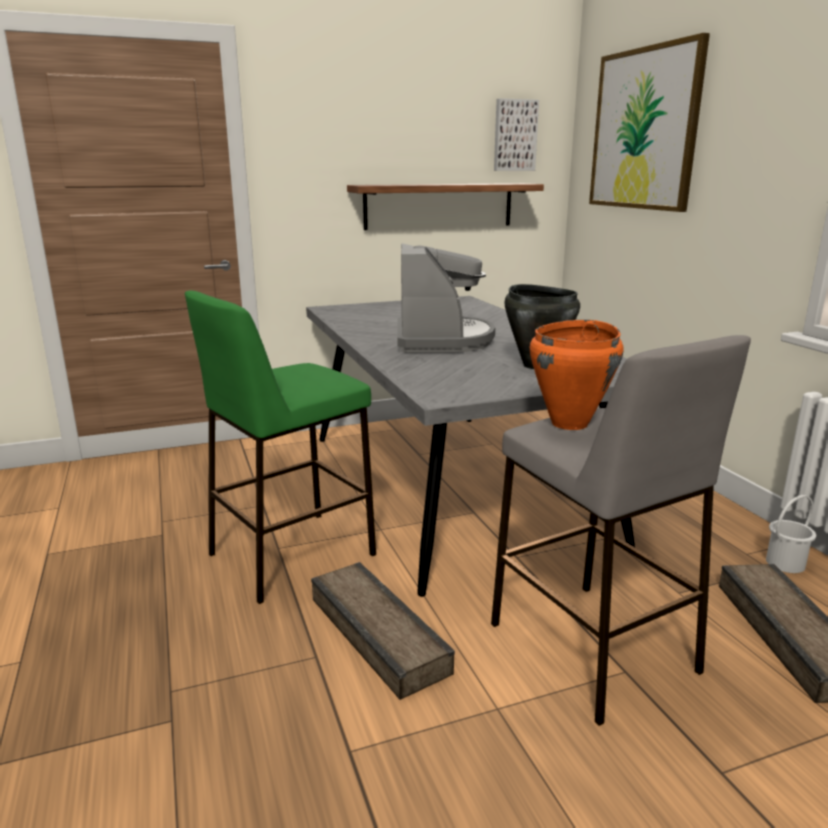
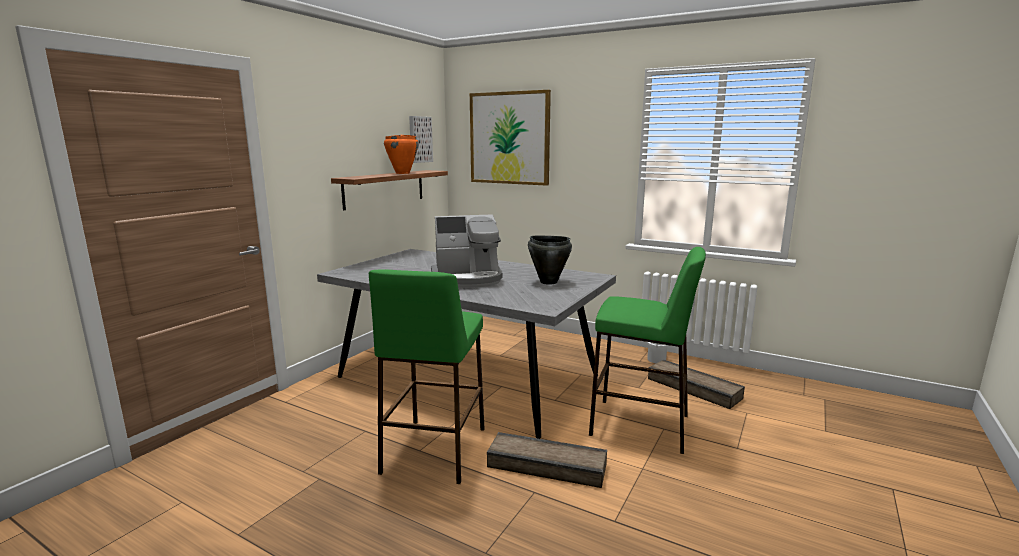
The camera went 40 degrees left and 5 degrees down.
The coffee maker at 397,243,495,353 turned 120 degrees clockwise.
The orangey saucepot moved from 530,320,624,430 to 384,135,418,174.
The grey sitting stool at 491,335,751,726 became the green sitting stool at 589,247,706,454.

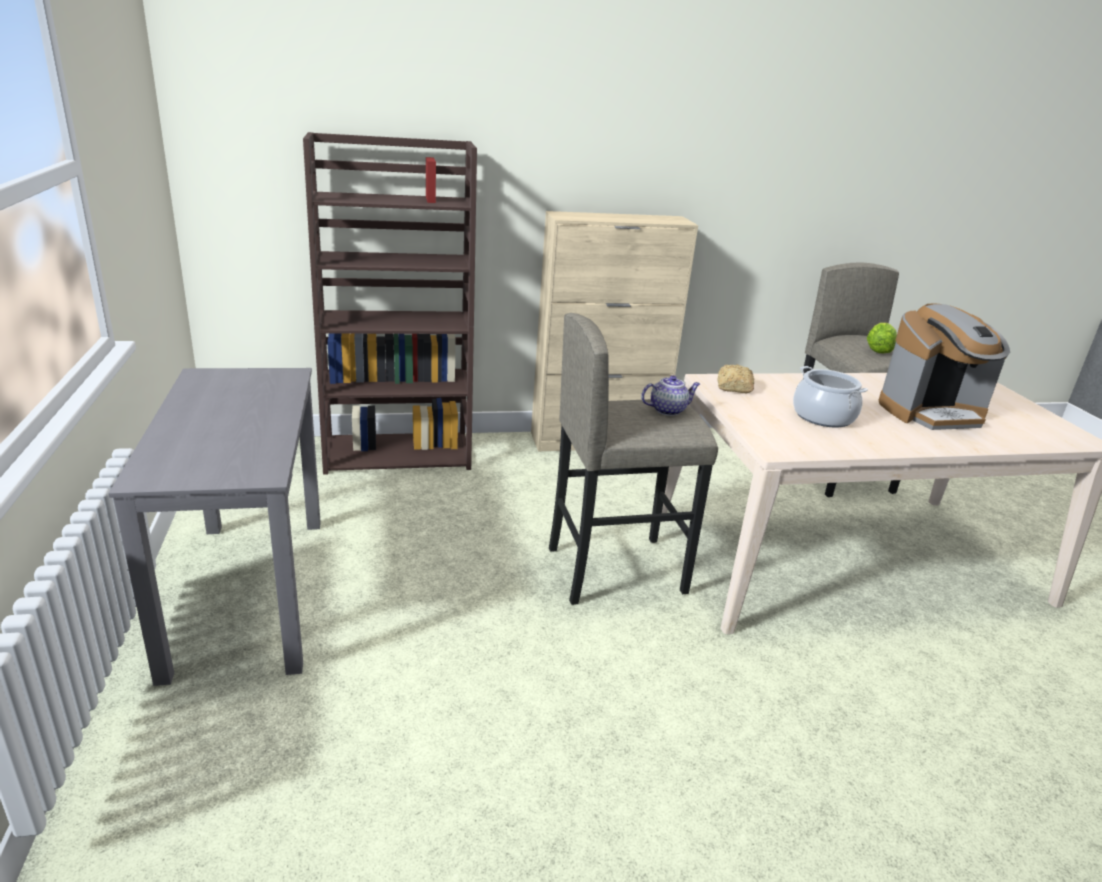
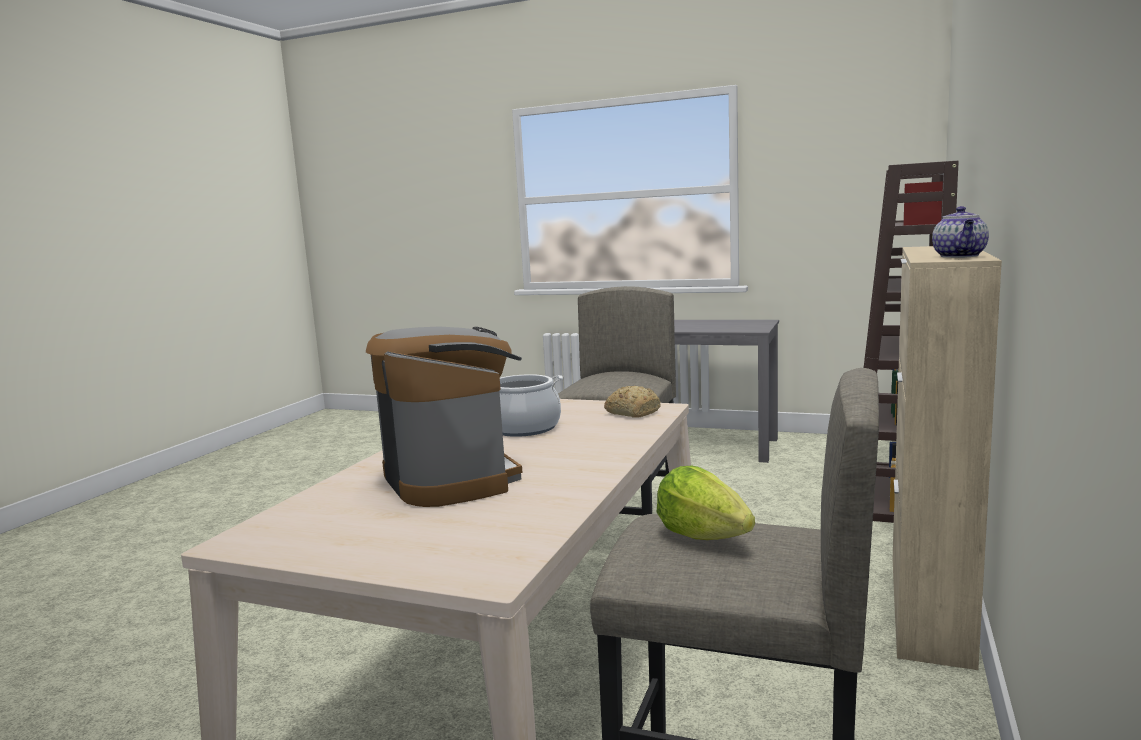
The camera went 125 degrees right and 15 degrees down.
The coffee maker at 879,304,1010,430 turned 135 degrees clockwise.
The pot for tea moved from 641,375,700,416 to 932,206,989,258.

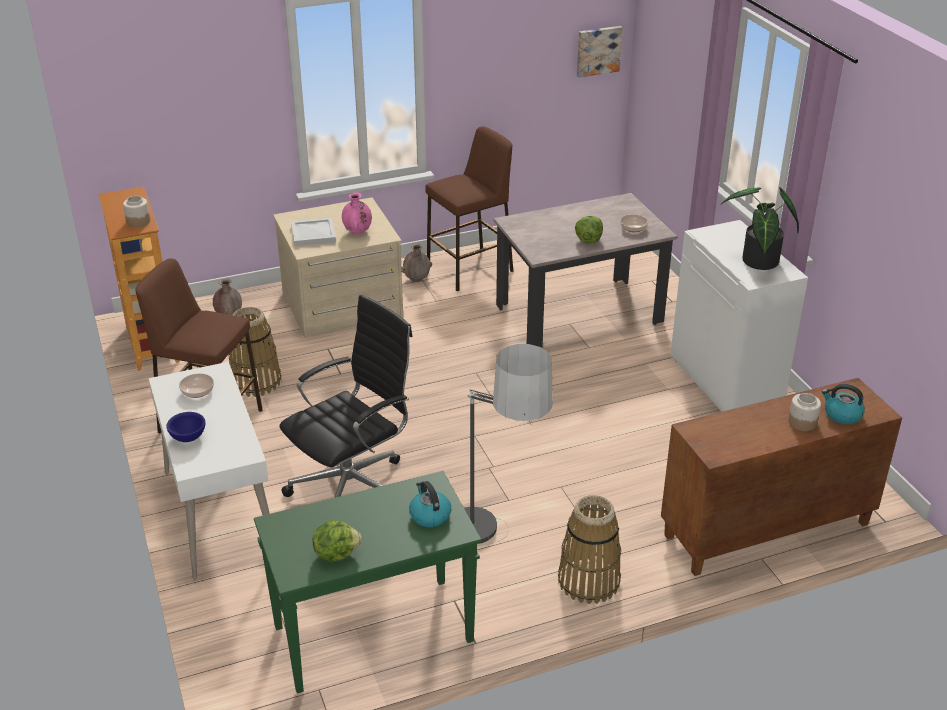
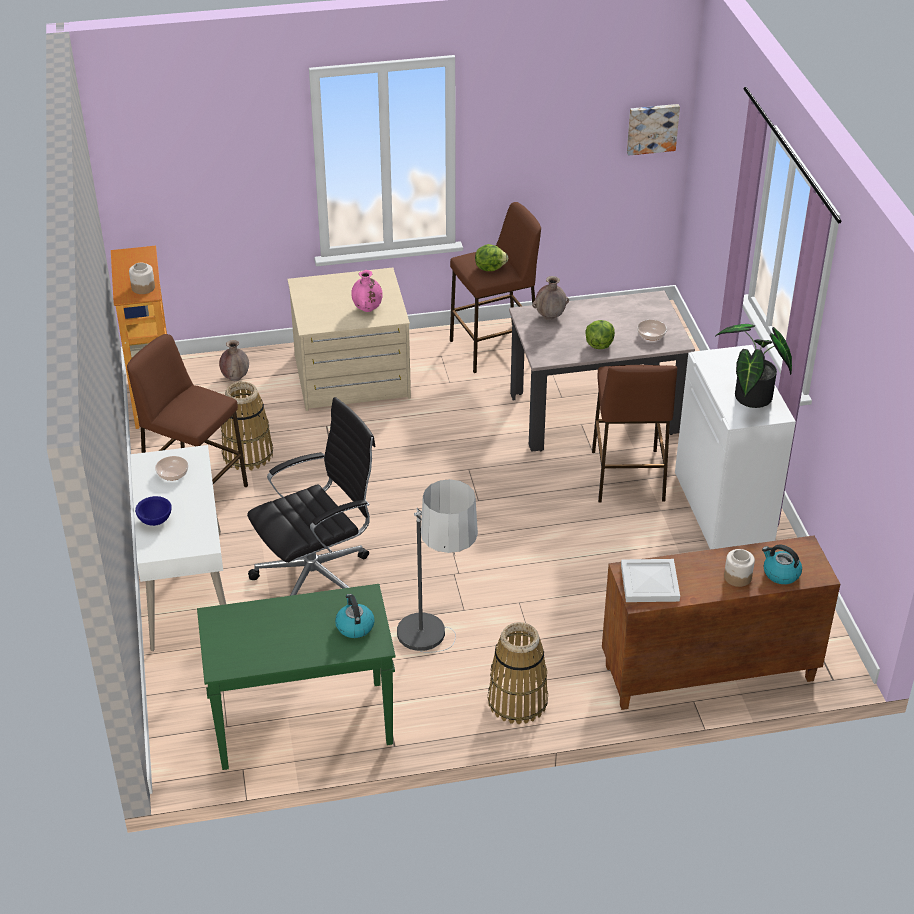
The camera went 10 degrees right and 5 degrees up.
The whitish serving tray moved from 291,218,336,246 to 621,559,680,602.
The brown-coloured vase moved from 401,243,432,282 to 532,276,569,320.
The lettuce head moved from 313,520,362,562 to 475,244,508,271.
The brown-coloured sitting stool at 592,365,677,502 appeared.

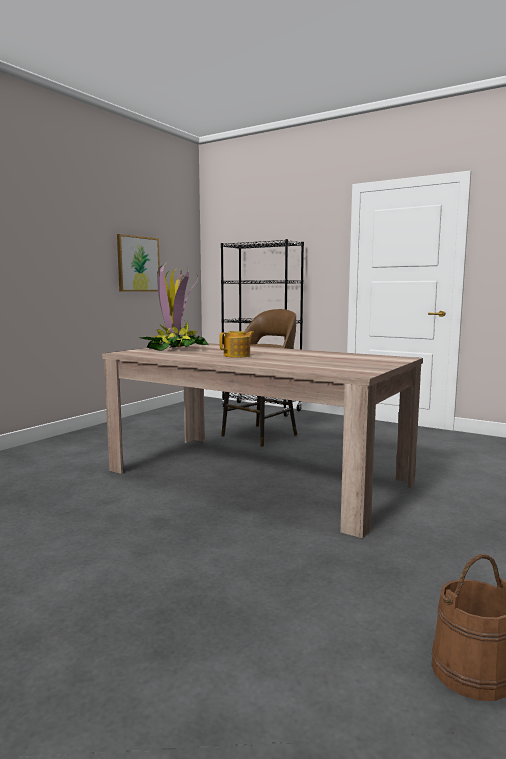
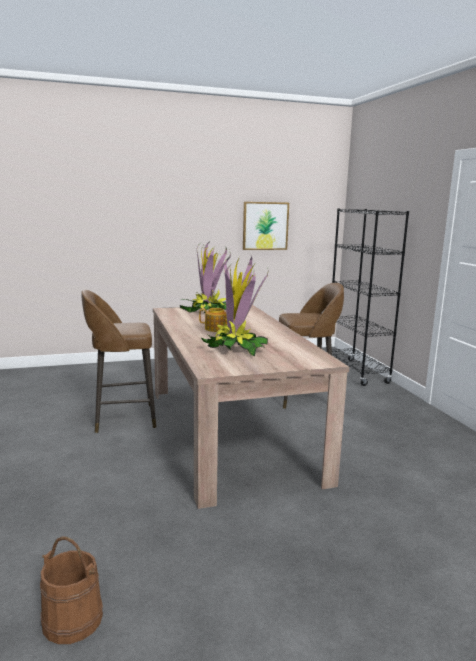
The camera went 40 degrees right and 5 degrees up.
The houseplant at 201,256,268,356 appeared.
The brown-coloured sitting stool at 81,290,156,433 appeared.

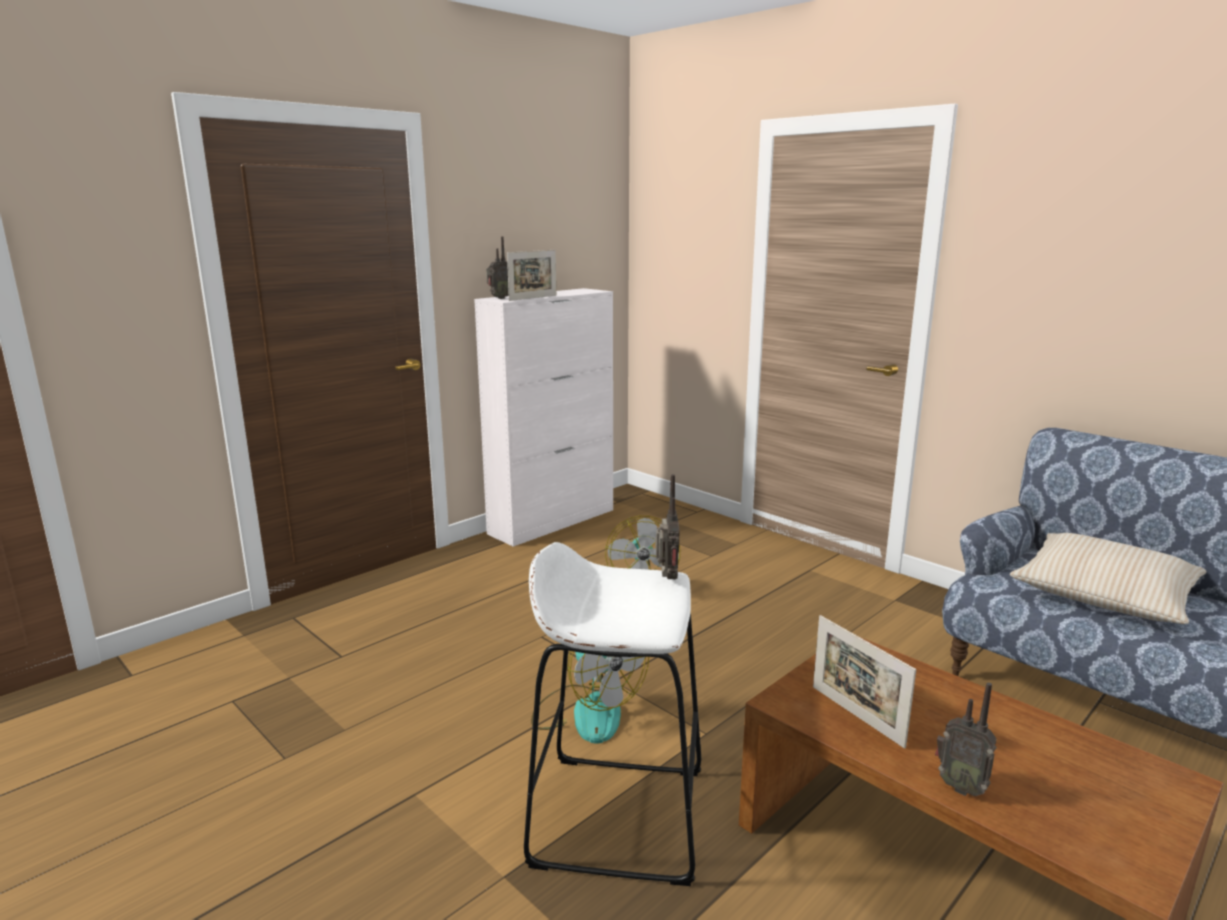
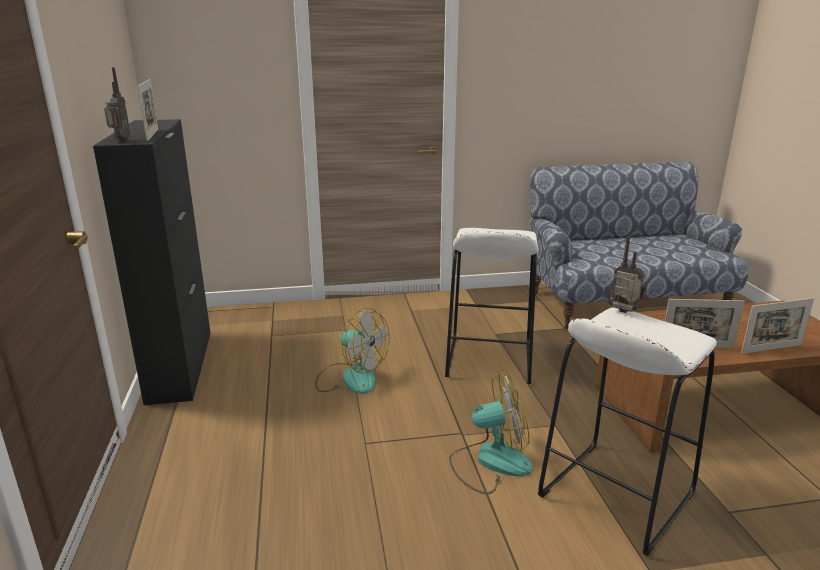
The camera went 55 degrees left and 5 degrees up.
The whitish cupboard at 474,288,613,547 became the blackish cupboard at 93,119,211,405.
The sand-coloured cushion at 1010,533,1207,624 disappeared.
The radio set at 935,683,997,796 was replaced by the picture frame at 741,298,814,354.
The whitish sitting stool at 445,228,539,384 appeared.

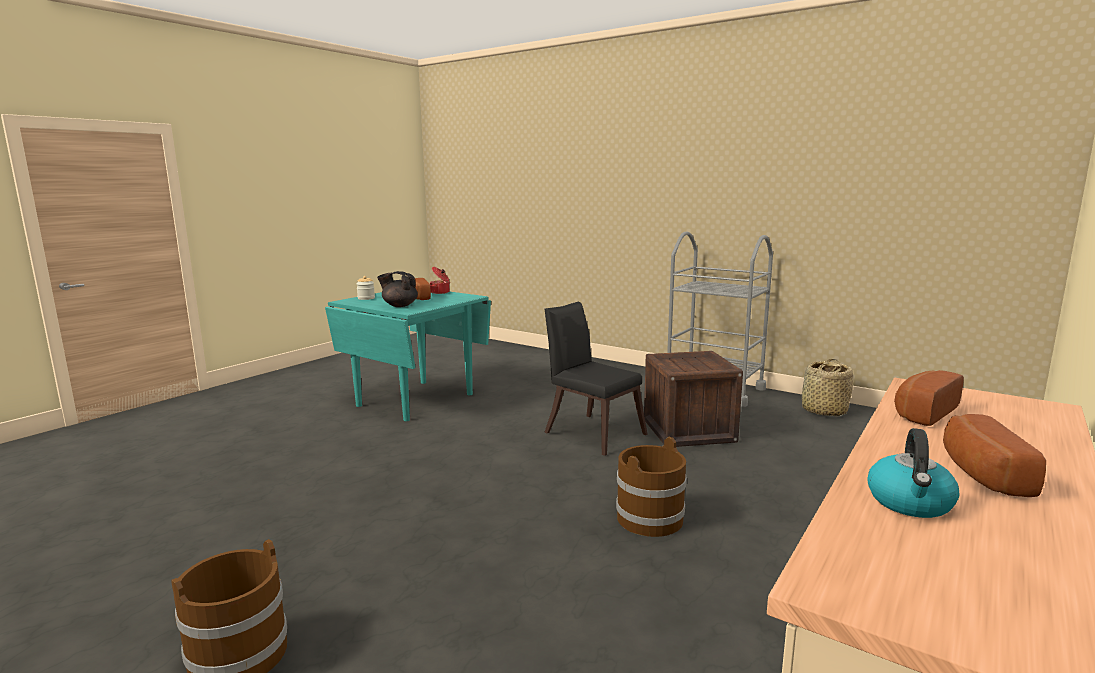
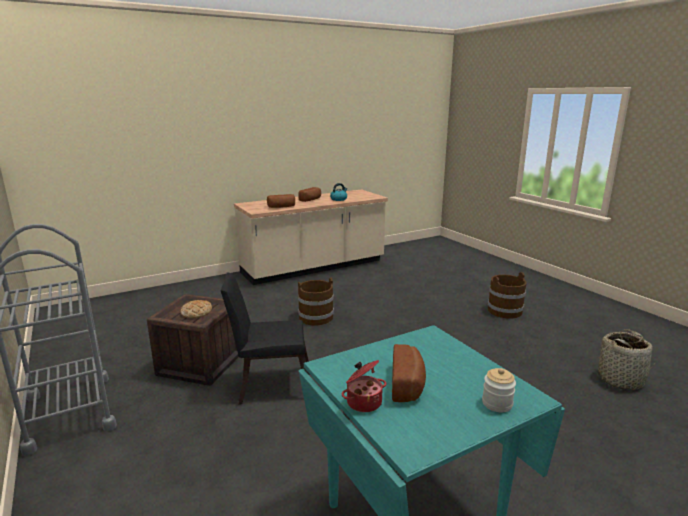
The camera went 155 degrees left and 5 degrees up.
The blackish pot for tea at 377,271,418,307 disappeared.
The blackish plain chair at 544,302,648,456 turned 105 degrees clockwise.
The storage basket moved from 802,359,853,416 to 597,329,653,390.
The bakery bread at 180,300,212,318 appeared.

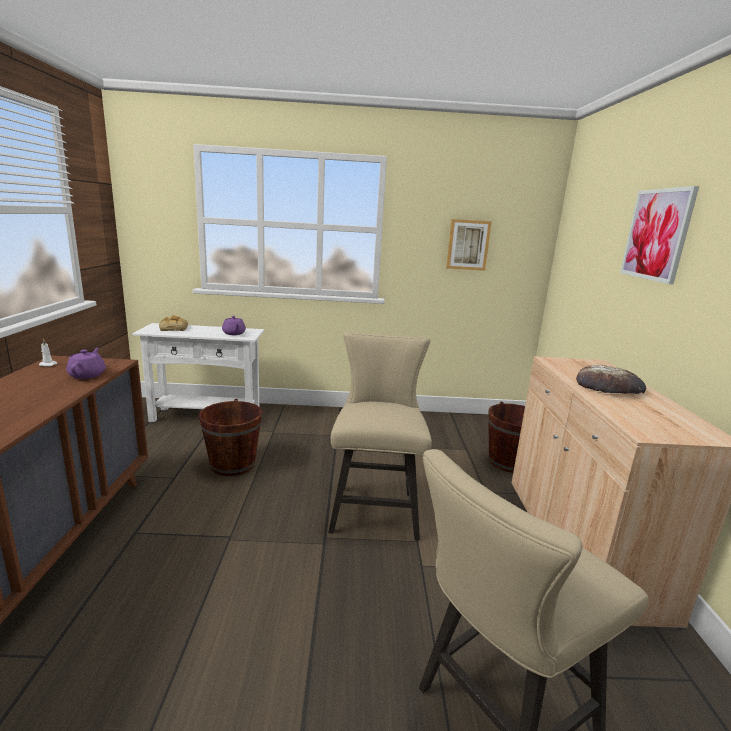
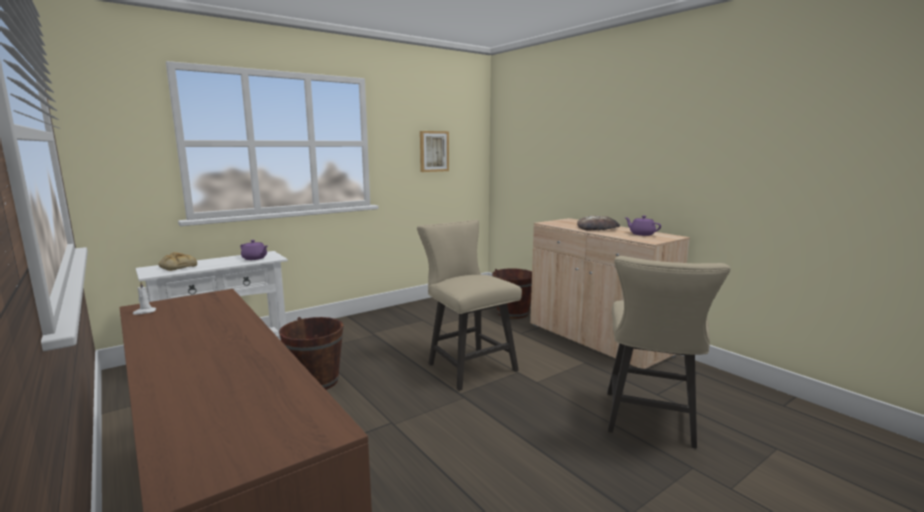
The camera went 35 degrees left and 5 degrees down.
The wall picture at 620,186,699,284 disappeared.
The purple-coloured pot for tea moved from 66,347,106,379 to 625,216,661,236.

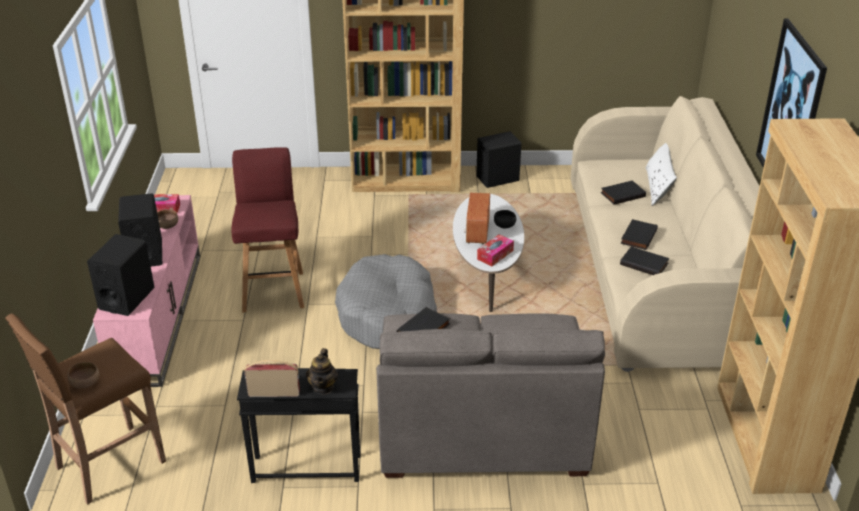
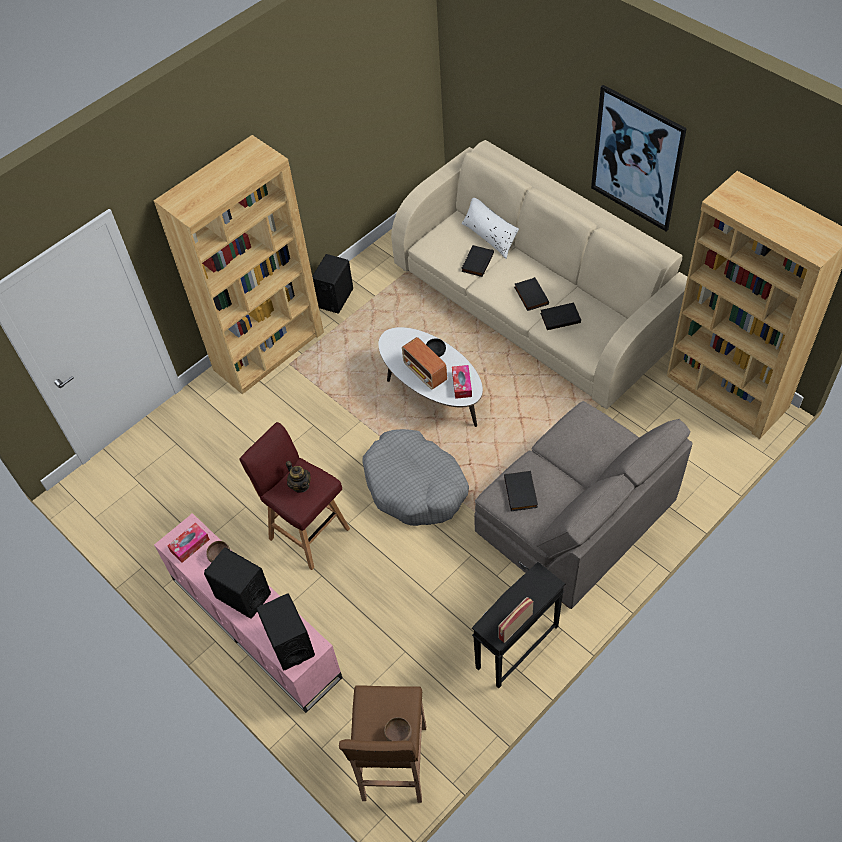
The camera went 40 degrees left and 20 degrees up.
The pot for tea moved from 306,348,338,395 to 286,461,311,493.

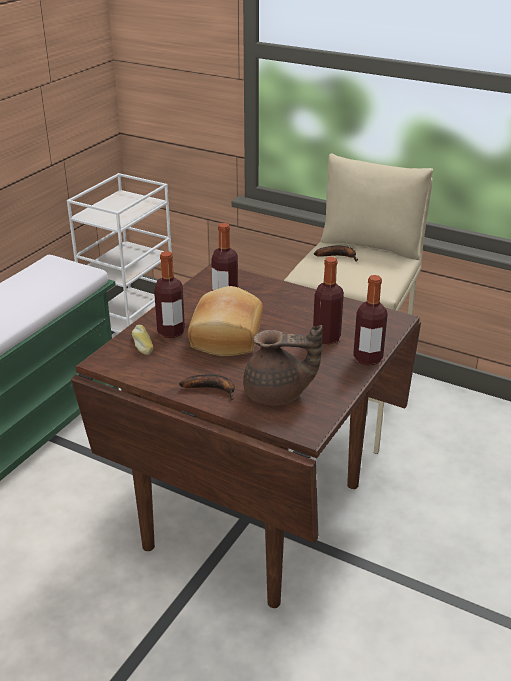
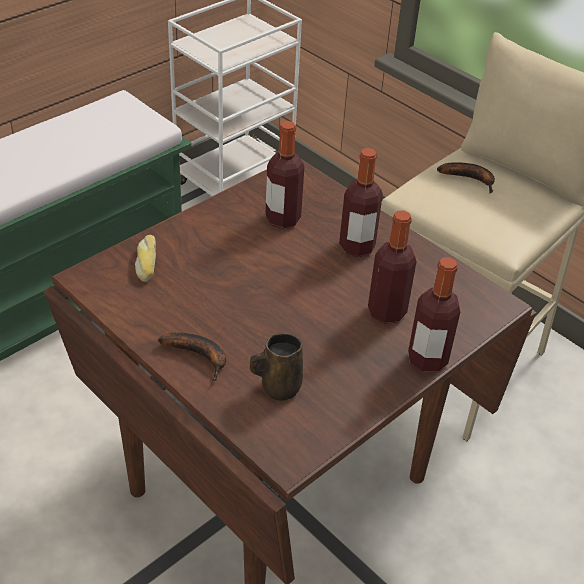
The camera went 15 degrees right and 10 degrees up.
The drink bottle moved from 154,251,185,338 to 339,148,383,257.
The bakery bread at 188,286,263,356 disappeared.
The brown-coloured pot for tea at 243,325,323,405 was replaced by the brown-coloured tea mug at 250,333,303,401.

